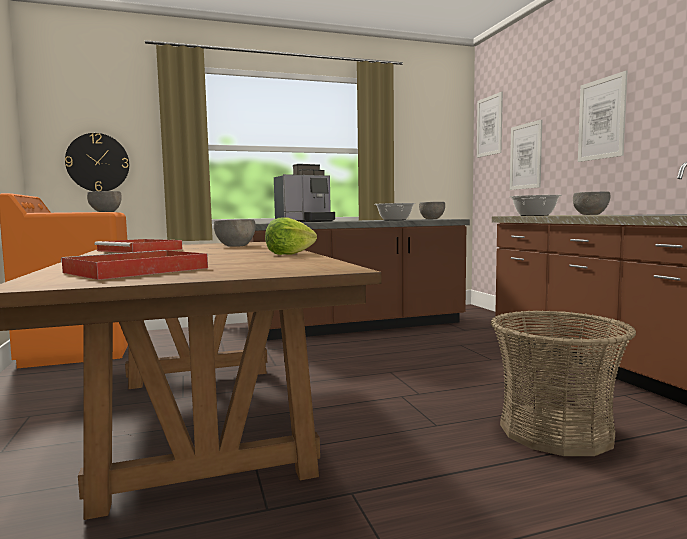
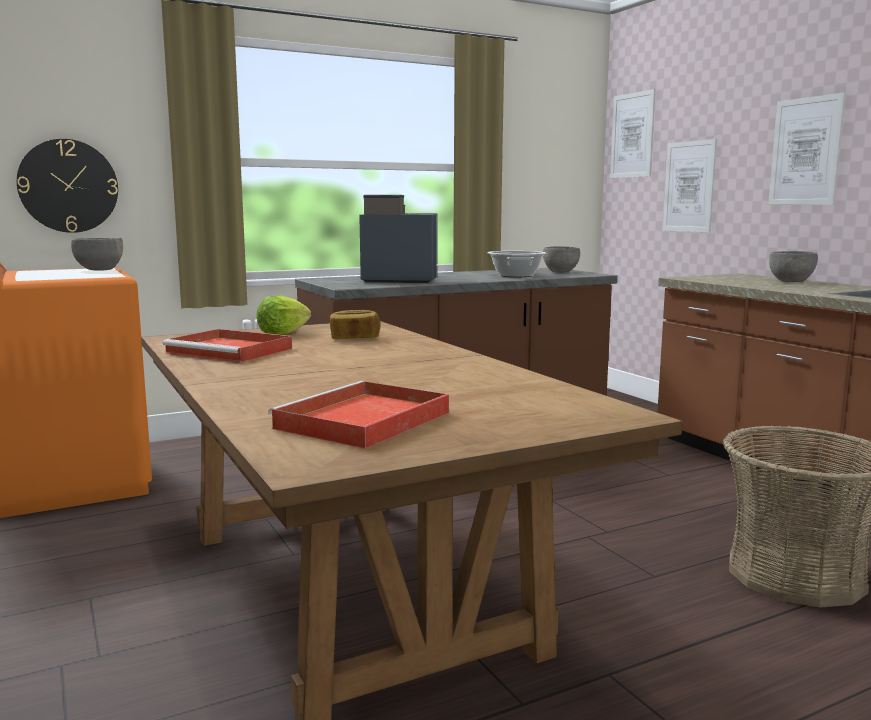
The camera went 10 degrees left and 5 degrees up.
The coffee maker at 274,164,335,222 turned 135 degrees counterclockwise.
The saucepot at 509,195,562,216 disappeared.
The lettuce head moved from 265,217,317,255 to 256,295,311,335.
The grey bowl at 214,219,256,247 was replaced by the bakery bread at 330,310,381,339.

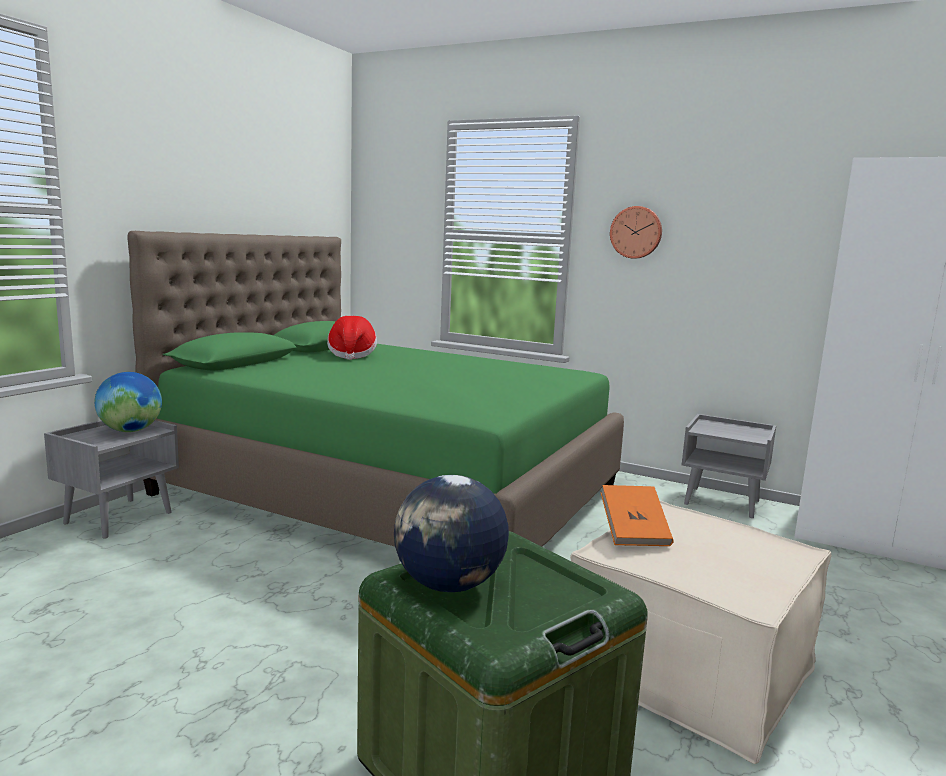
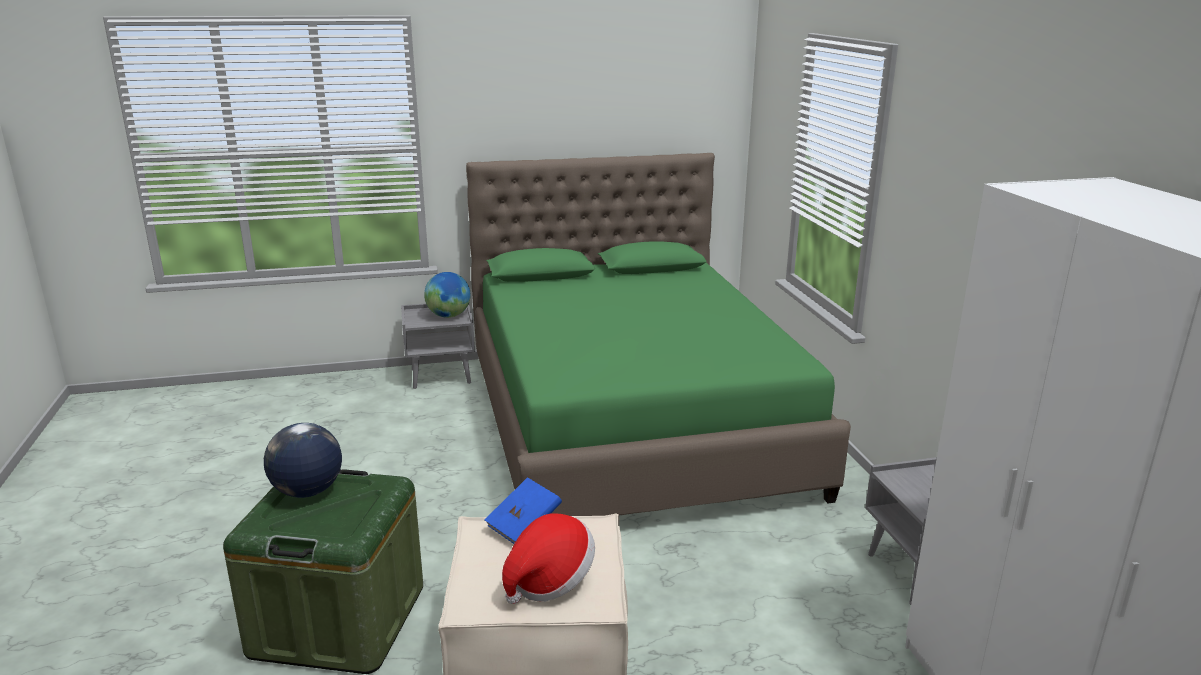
The camera went 50 degrees right and 10 degrees up.
The clock on the wall at 610,206,662,259 disappeared.
The hat moved from 327,316,377,360 to 502,513,595,604.
The orangey book at 601,485,673,546 became the blue book at 485,477,562,544.

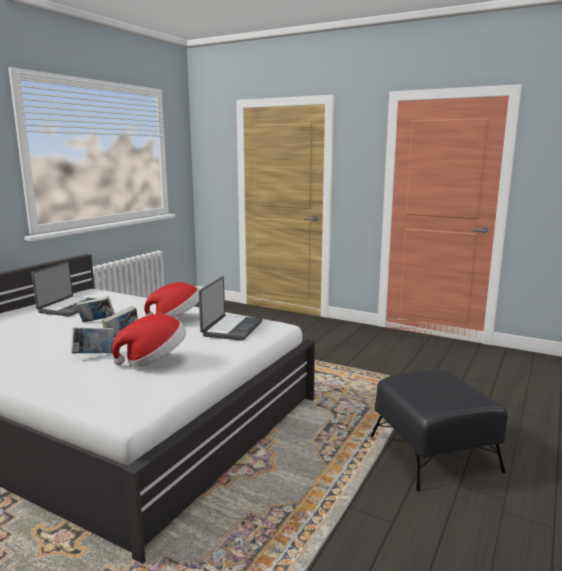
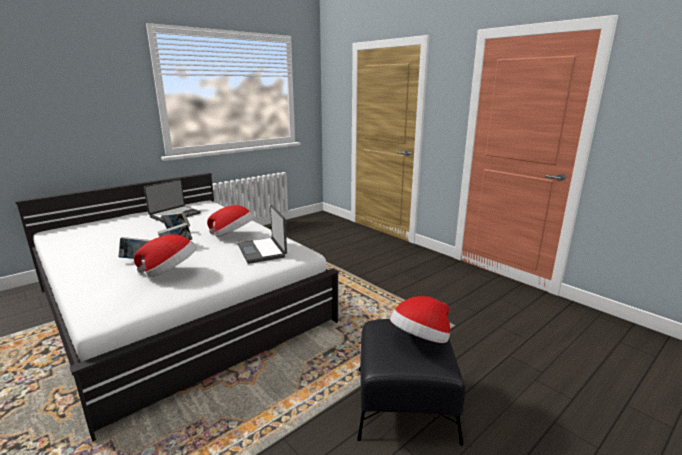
The camera went 20 degrees right and 5 degrees up.
The notebook computer at 199,276,263,341 turned 120 degrees clockwise.
The hat at 390,296,450,343 appeared.

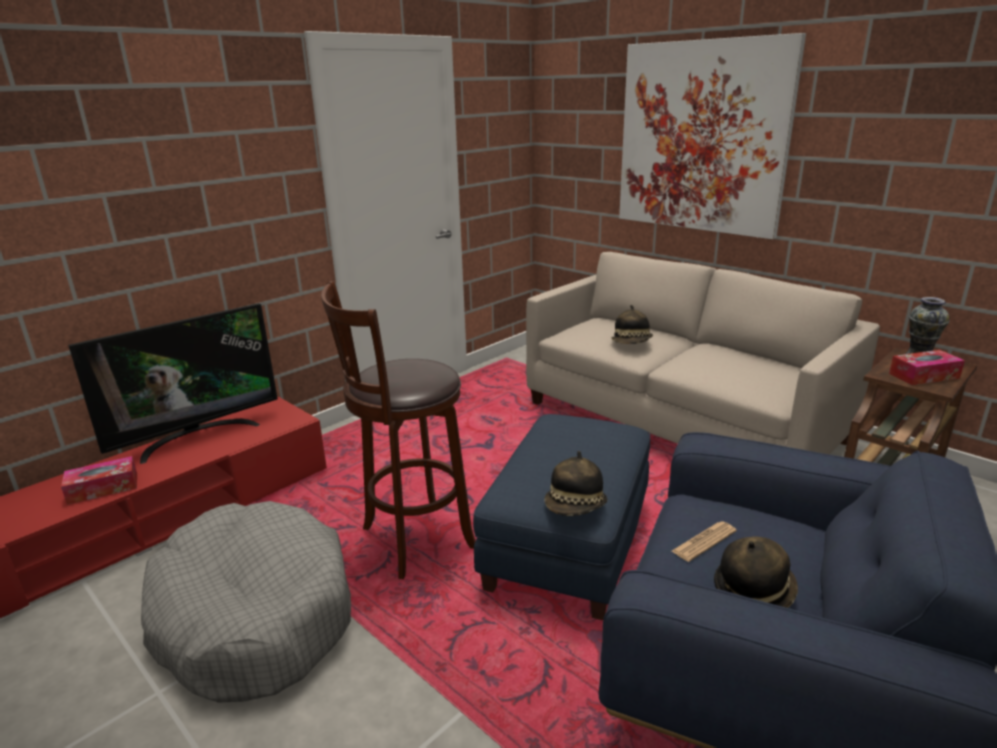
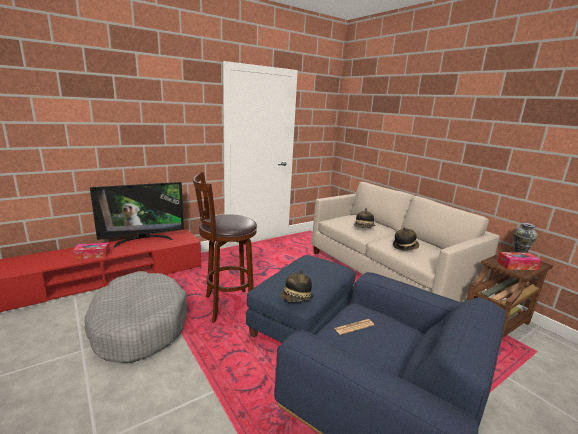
The camera went 10 degrees right and 5 degrees down.
The wall picture at 619,33,806,239 disappeared.
The hat moved from 714,536,798,608 to 393,227,419,251.

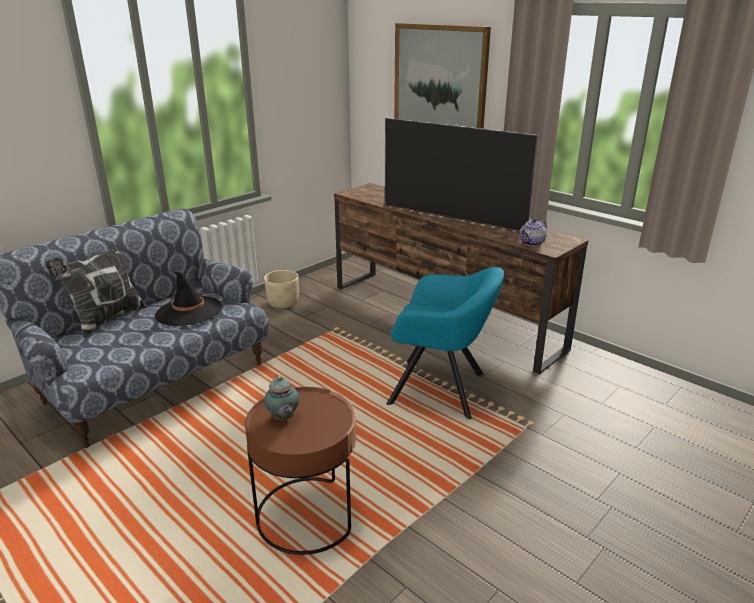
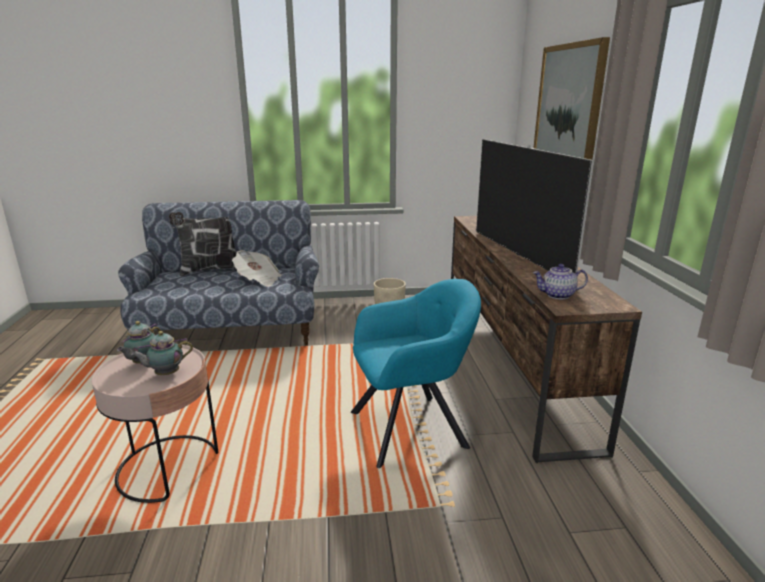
The camera went 40 degrees right and 5 degrees down.
The turquoise armchair at 386,267,504,419 turned 75 degrees counterclockwise.
The blackish hat at 155,271,222,326 was replaced by the daily paper at 232,250,281,286.
The brown-coloured end table at 245,387,356,555 became the pink end table at 91,344,218,503.
The pot for tea at 131,331,193,375 appeared.

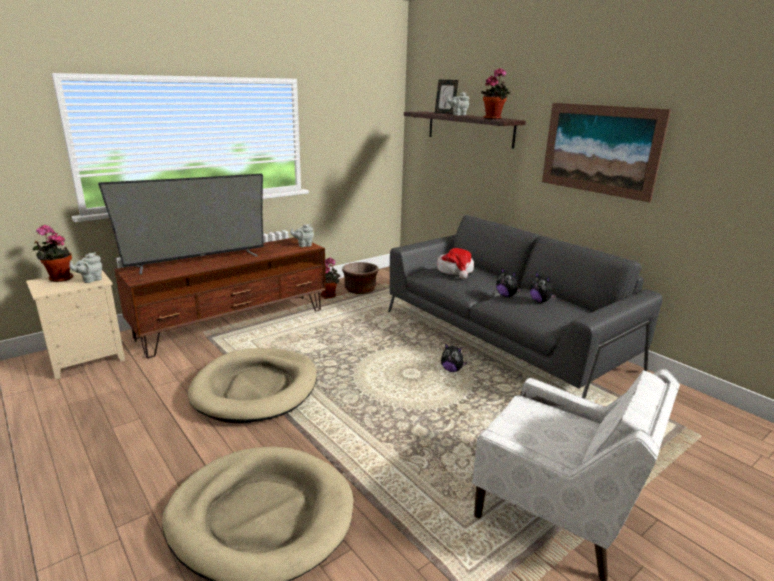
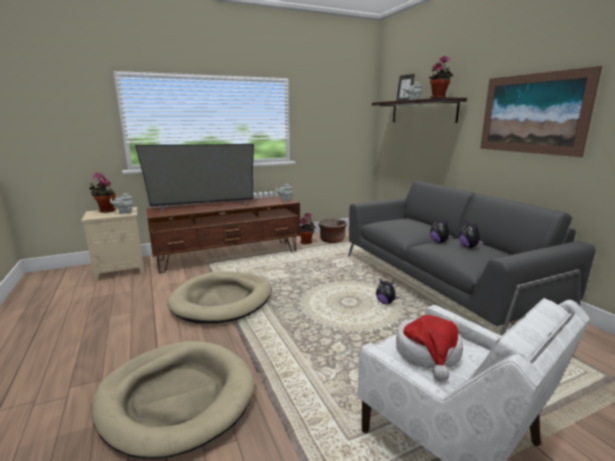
The camera went 15 degrees right and 5 degrees down.
The hat moved from 437,248,474,279 to 396,315,463,381.

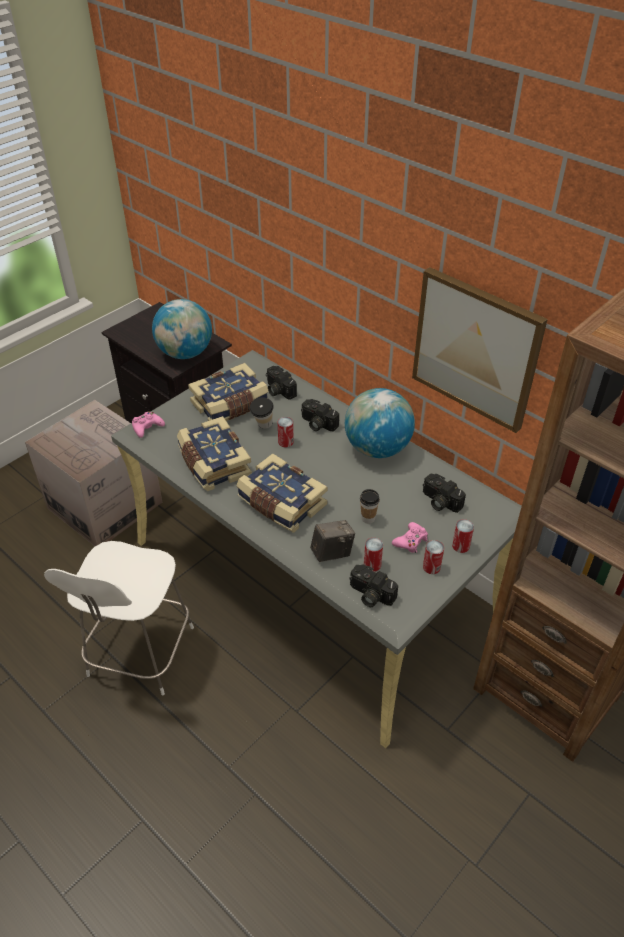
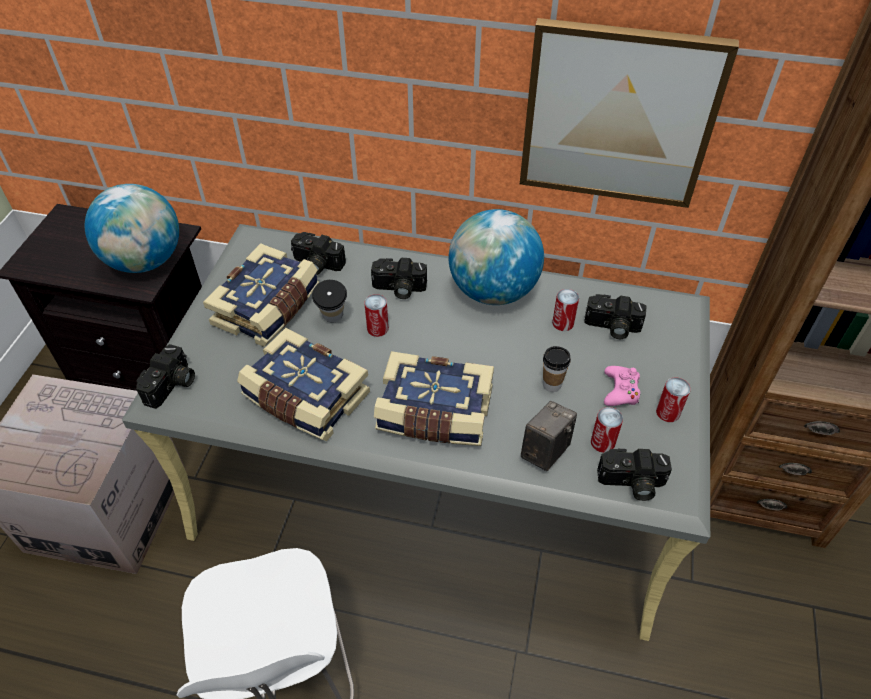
The camera went 30 degrees left and 5 degrees up.
The pink joypad at 132,411,165,438 was replaced by the photo camera at 136,344,195,409.
The sealed can moved from 452,519,474,553 to 552,289,579,331.

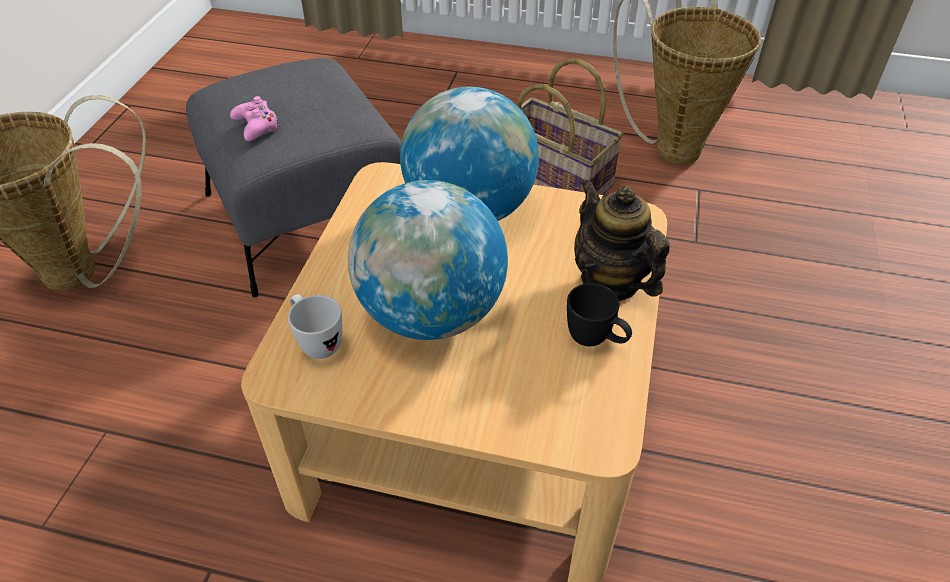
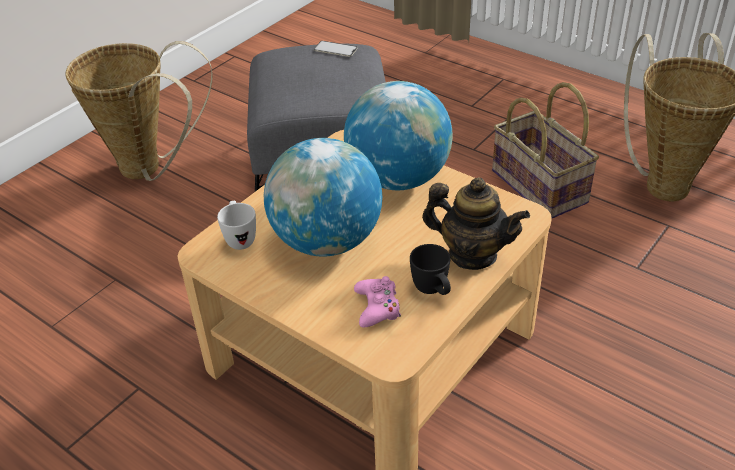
The camera went 25 degrees right and 5 degrees down.
The pink joypad moved from 230,96,280,141 to 354,276,401,327.
The pot for tea at 574,179,670,301 turned 120 degrees clockwise.
The handset at 314,41,358,57 appeared.

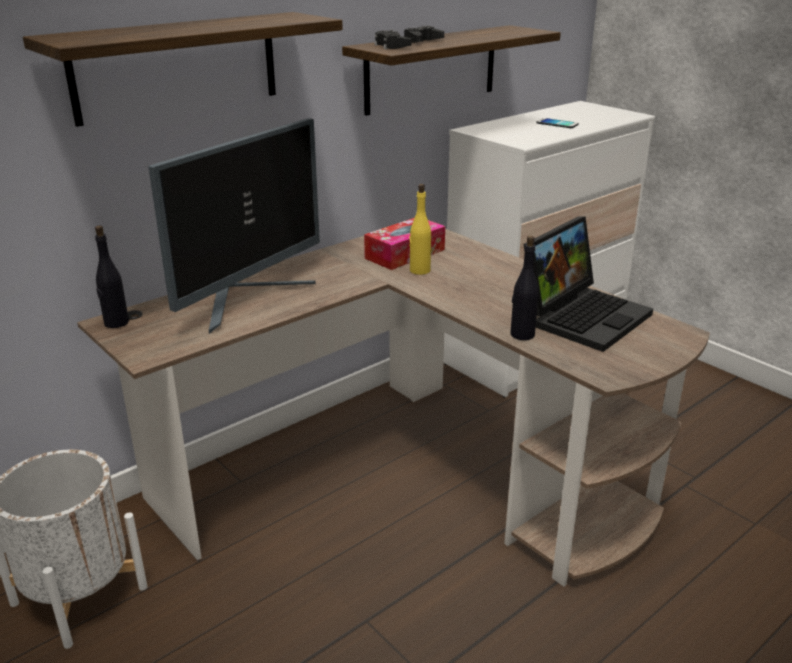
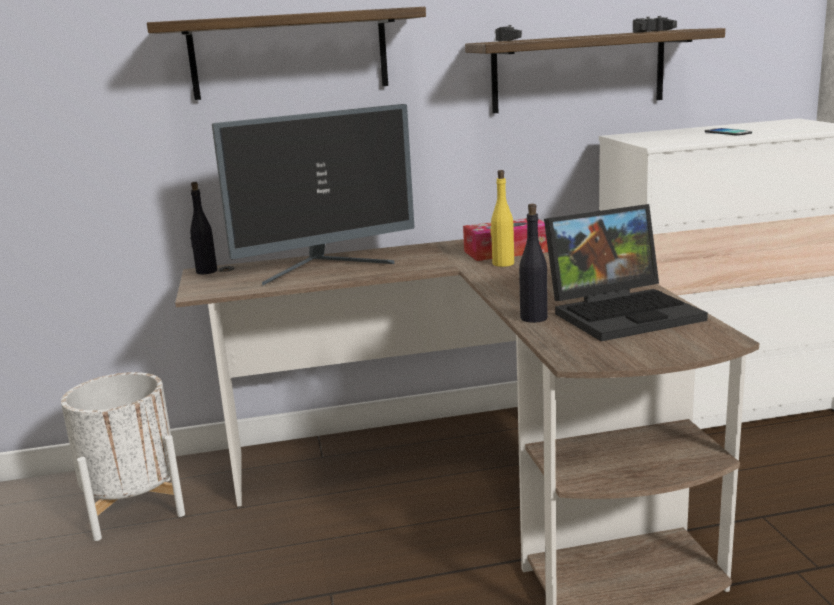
The camera went 30 degrees right and 10 degrees down.
The blackish joypad moved from 404,26,444,43 to 633,16,677,33.

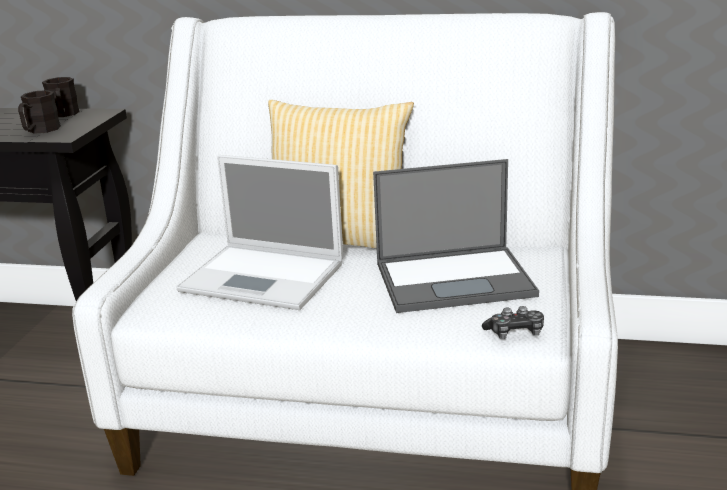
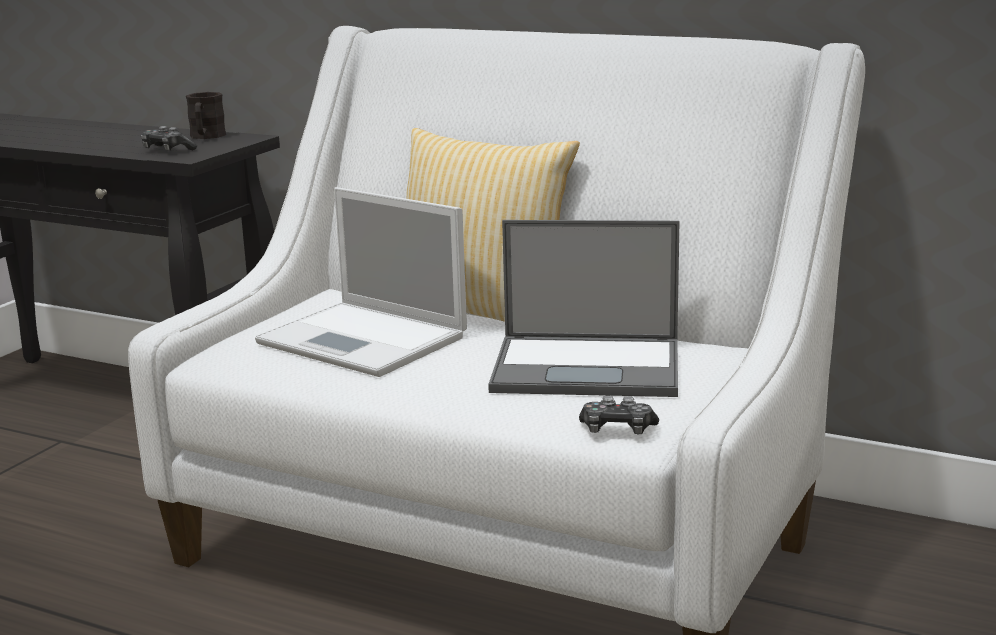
The camera went 15 degrees right and 5 degrees down.
The blackish tea mug at 18,90,61,134 was replaced by the joypad at 141,126,197,151.

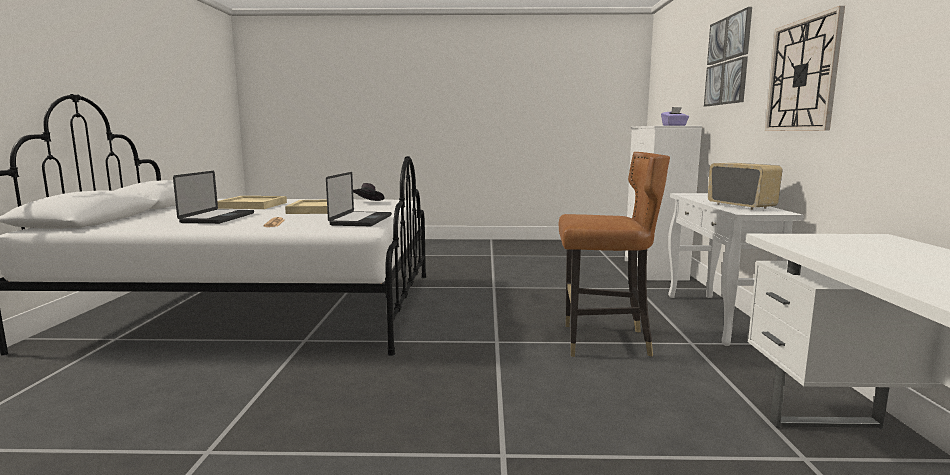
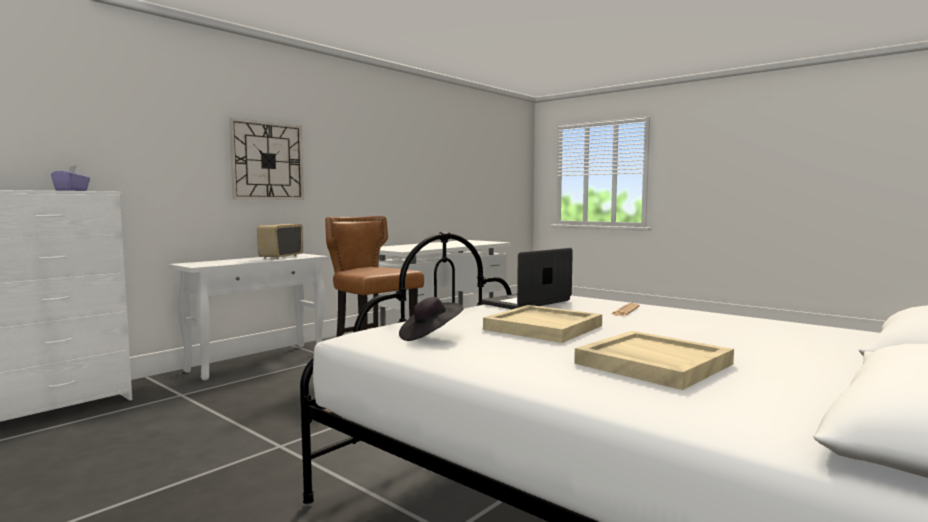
The camera went 140 degrees left and 5 degrees down.
The wall picture at 704,7,752,106 disappeared.
The notebook computer at 173,171,254,224 disappeared.

